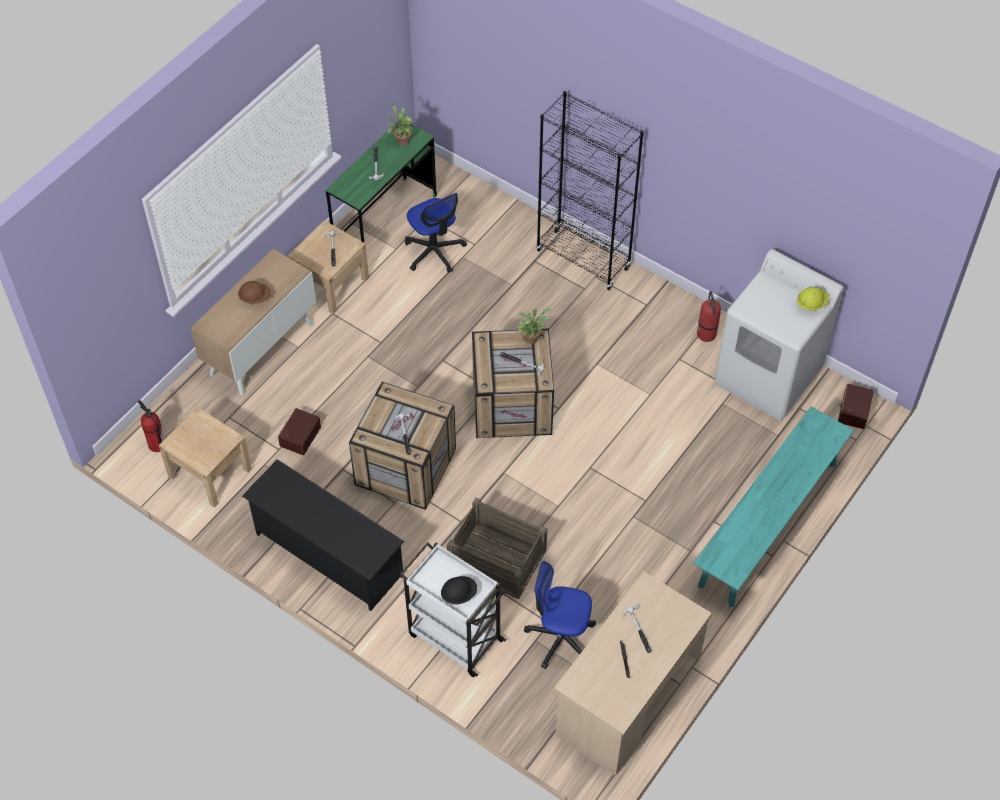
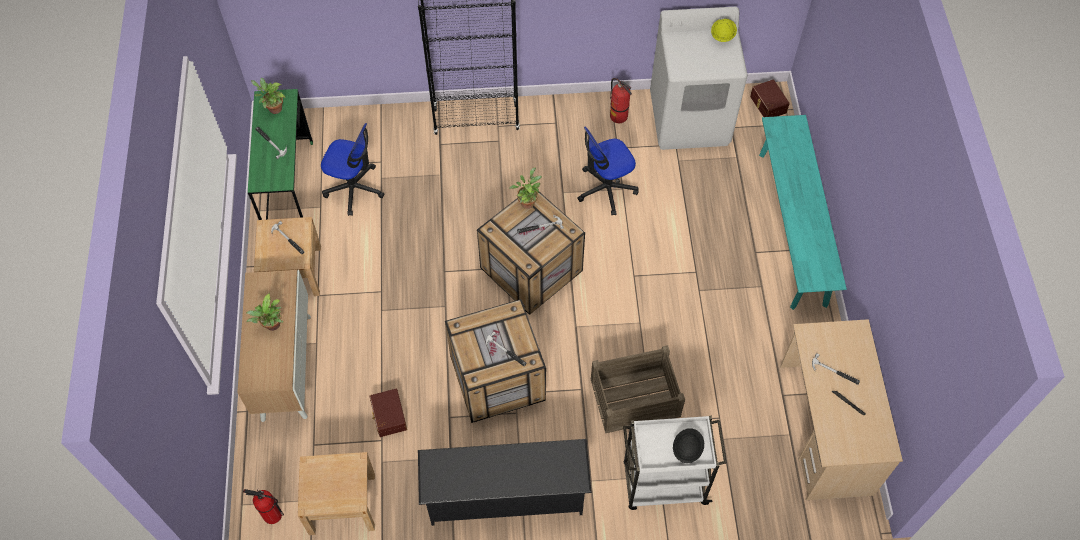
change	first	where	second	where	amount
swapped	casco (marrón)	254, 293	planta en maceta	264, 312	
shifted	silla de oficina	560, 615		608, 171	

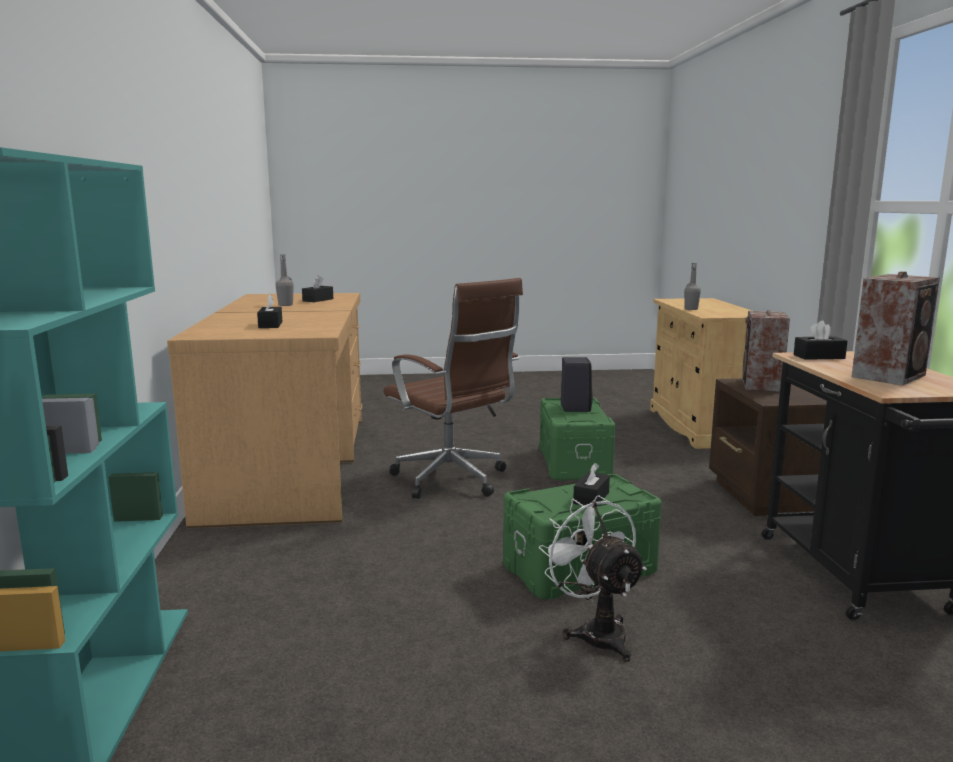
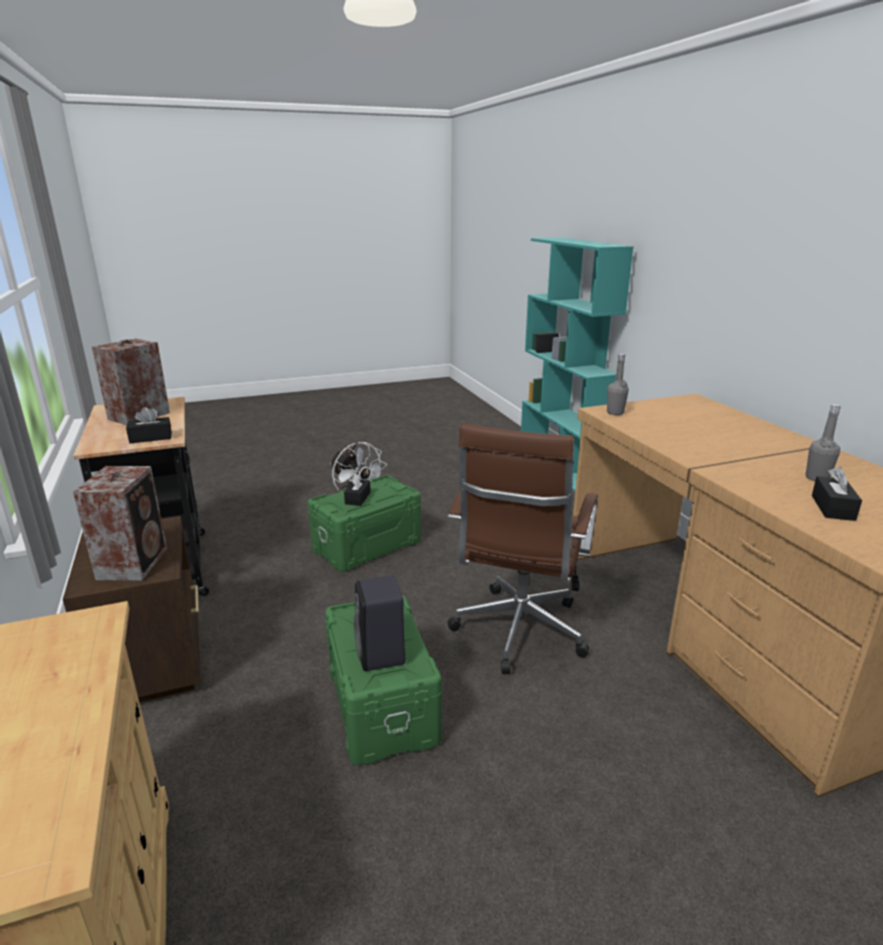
change	first	where	second	where	amount
gone	caja de pañuelos (negro)	269, 311			
rotated	silla de oficina (marrón)	453, 388		522, 549	105 degrees counterclockwise
shifted	botella (gris)	692, 286		618, 384	

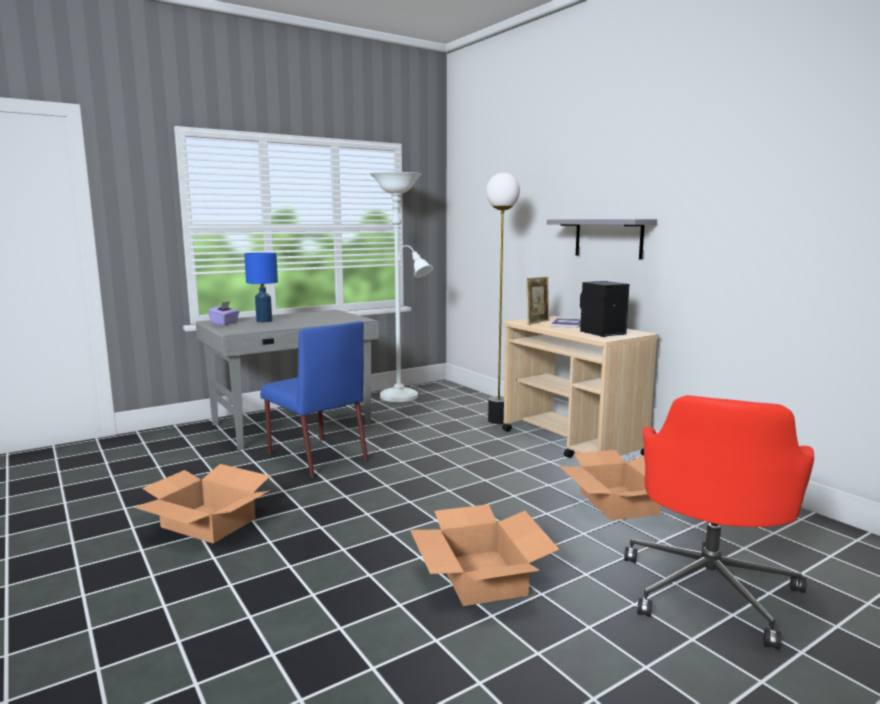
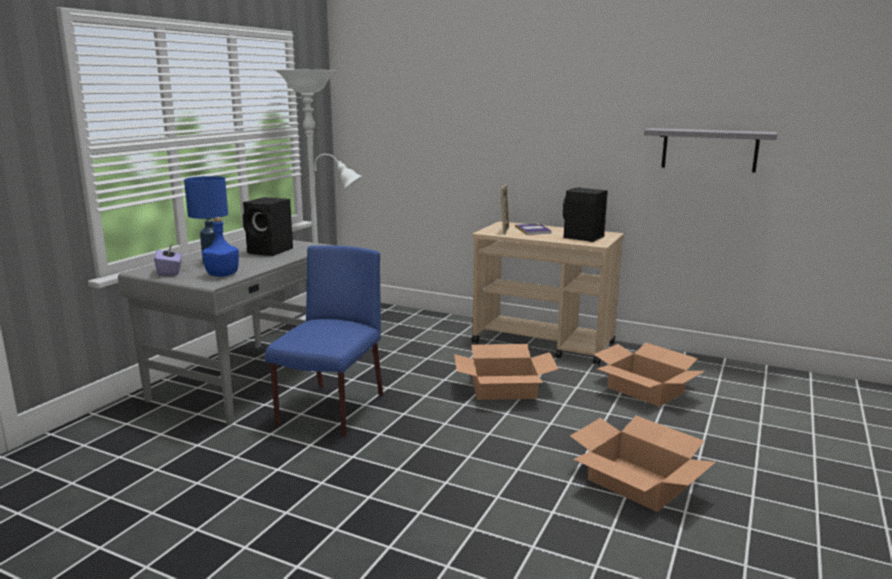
change	first	where	second	where	amount
shifted	caja de cartón	202, 504		506, 372	
rotated	silla (azul)	314, 399		324, 341	90 degrees counterclockwise
gone	lámpara de pie	503, 298			
shifted	estante (gris)	602, 239		711, 150	
gone	silla de oficina (rojo)	719, 522			
new			botella (azul)	220, 247	
new			altavoz (negro)	268, 226	

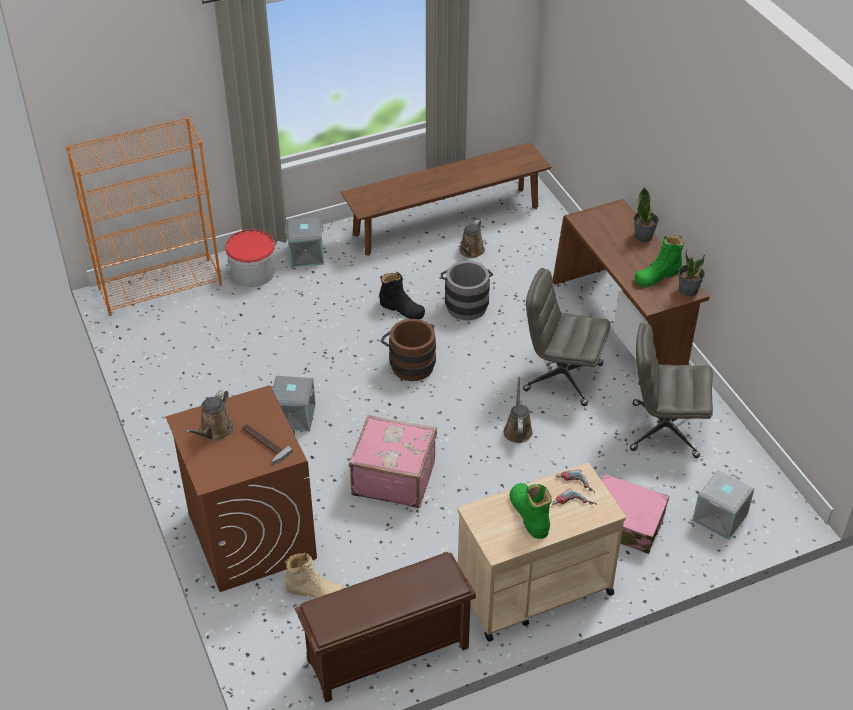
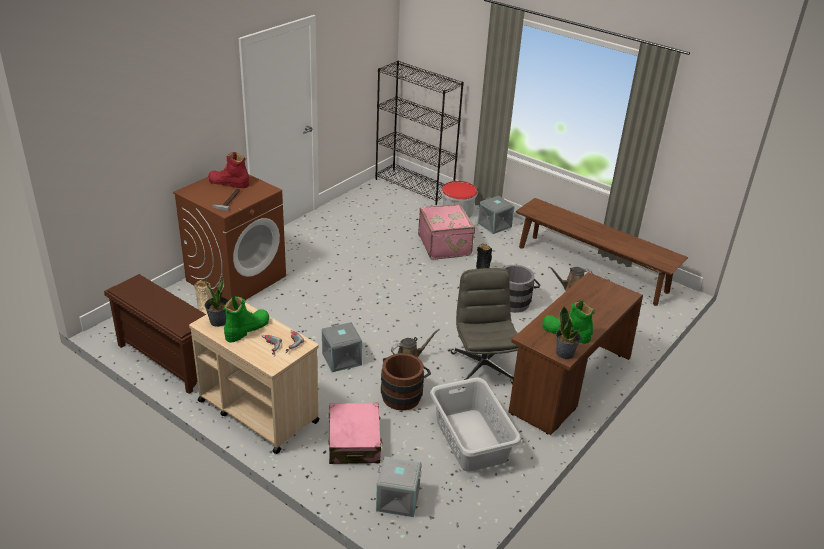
change	first	where	second	where	amount
repainted	estantería (naranja)	144, 216	estantería (negro)	419, 133	
swapped	regadera (marrón)	209, 415	bota (rojo)	228, 170	
shifted	caja de almacenaje (gris)	293, 404		342, 347	
shifted	maleta (rosa)	393, 461		446, 231	
shifted	cubo (marrón)	408, 350		406, 381	
swapped	silla de oficina (gris)	671, 390	cesto de la ropa (gris)	475, 425	
shifted	planta en maceta	646, 214		216, 300	

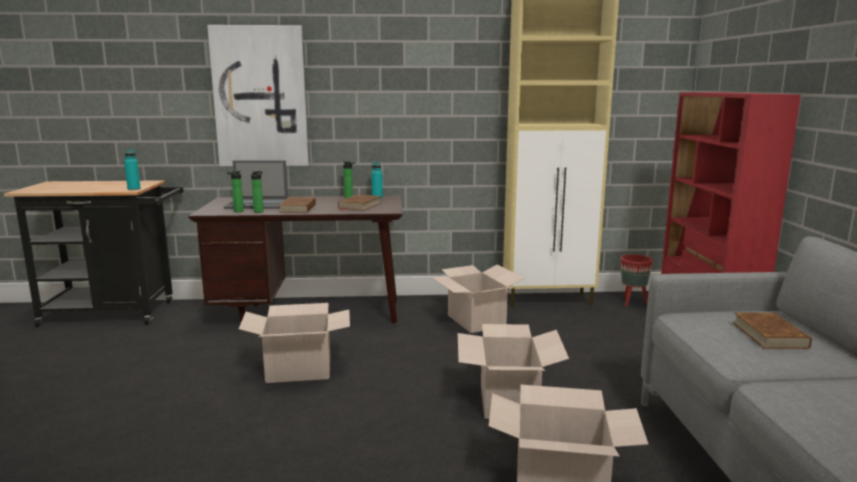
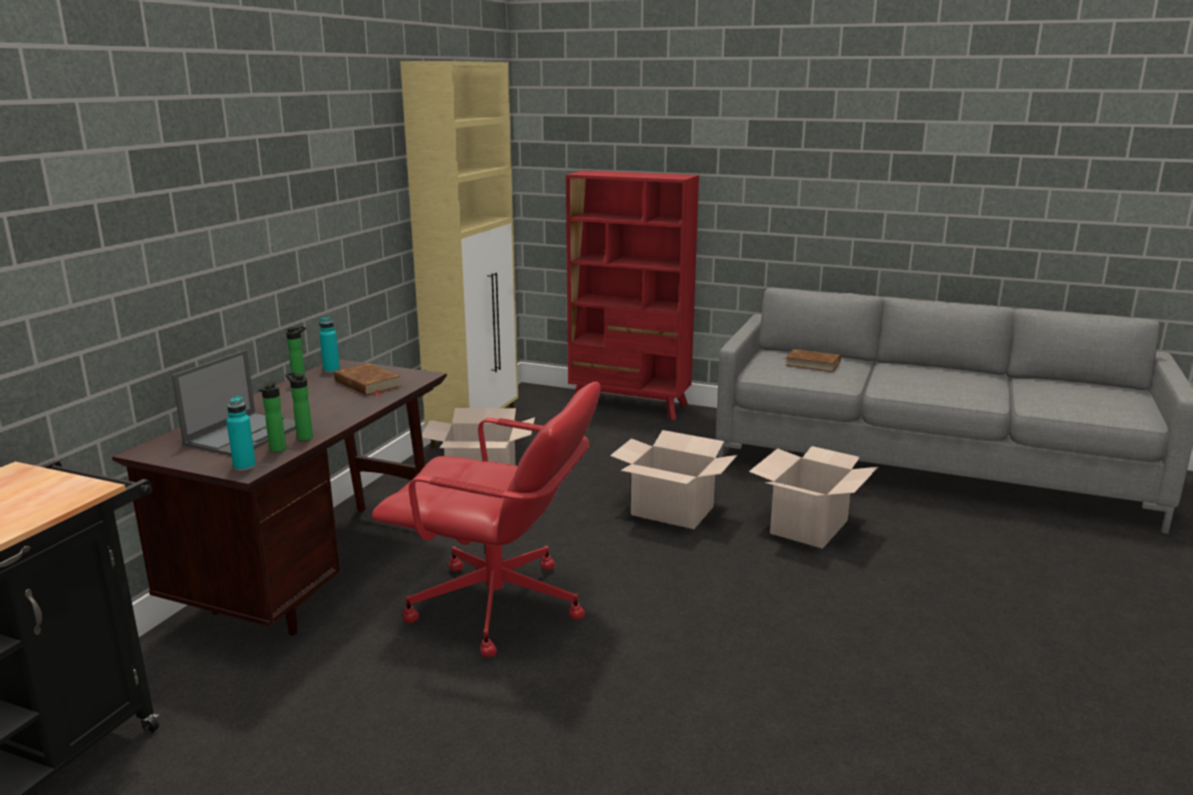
change	first	where	second	where	amount
shifted	botella (turquesa)	132, 169		241, 433	
gone	cuadro	258, 95			
swapped	caja de cartón	294, 343	silla de oficina (rojo)	486, 519	
gone	libro (marrón)	297, 205			
gone	maceta (rojo)	636, 280			

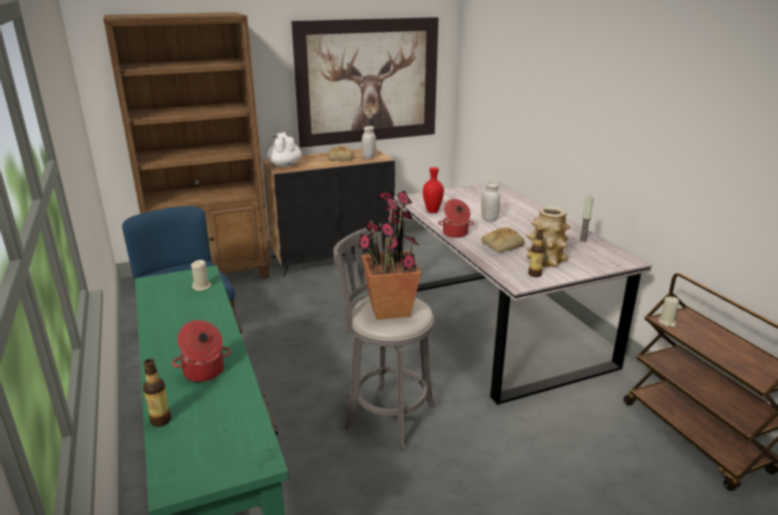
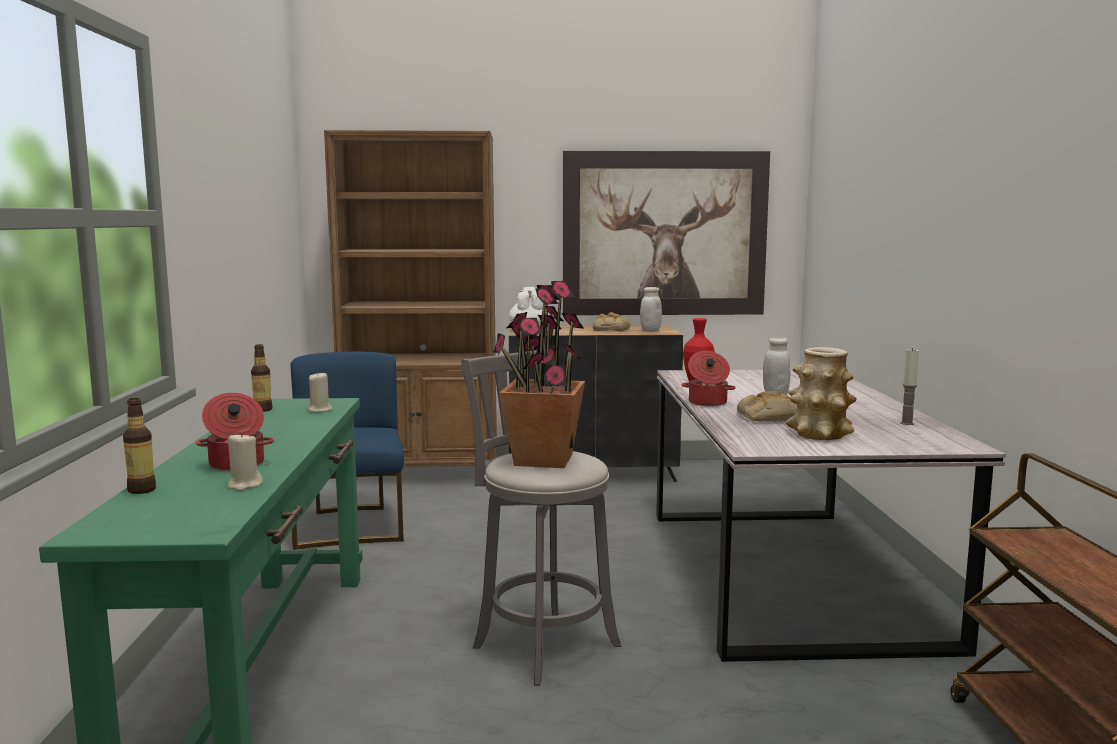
change	first	where	second	where	amount
shifted	botella	536, 253		261, 378	
shifted	vela (beis)	668, 312		245, 461	

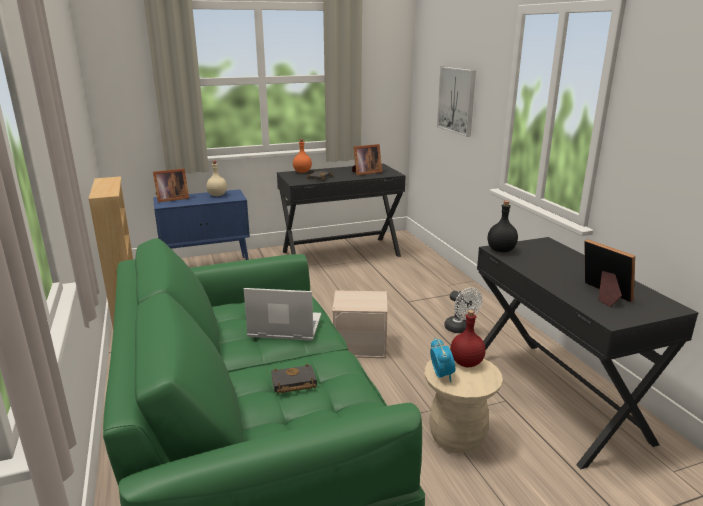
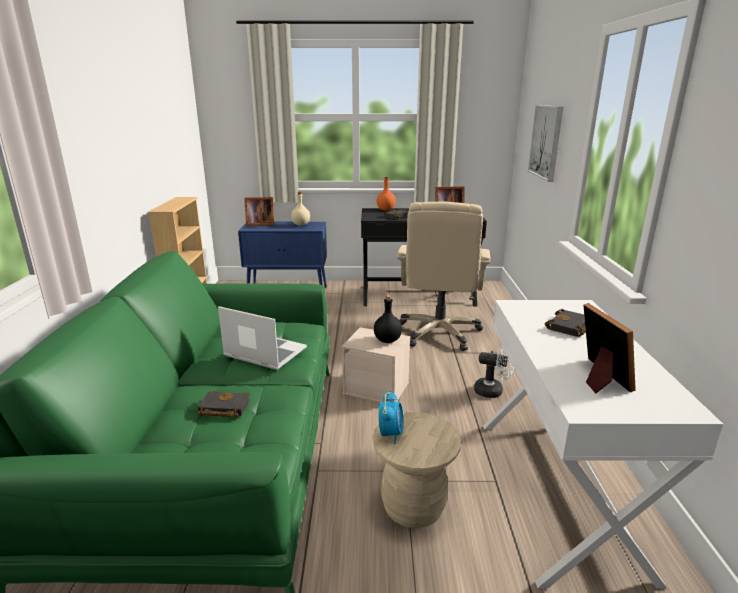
change	first	where	second	where	amount
rotated	ventilador (blanco)	463, 310		494, 372	60 degrees counterclockwise
gone	botella (rojo)	468, 338			
repainted	escritorio (negro)	587, 353	escritorio (blanco)	603, 444	
shifted	botella (negro)	503, 226		388, 319	
new			silla de oficina (beis)	443, 276	
new			libro (negro)	565, 323	

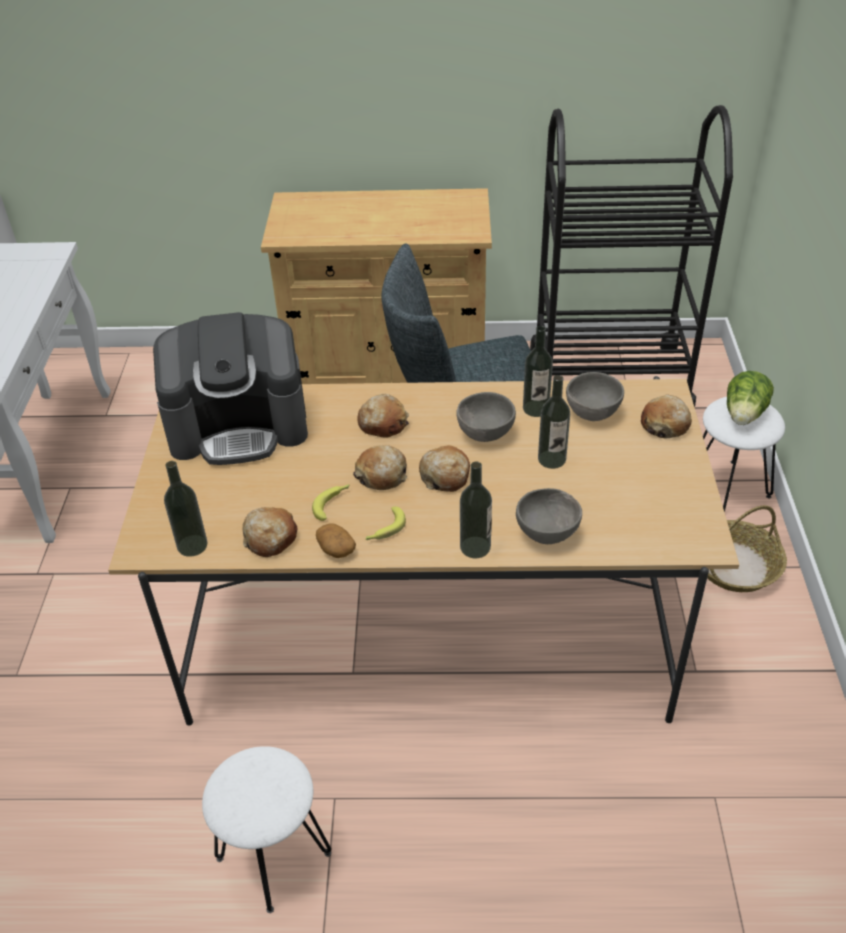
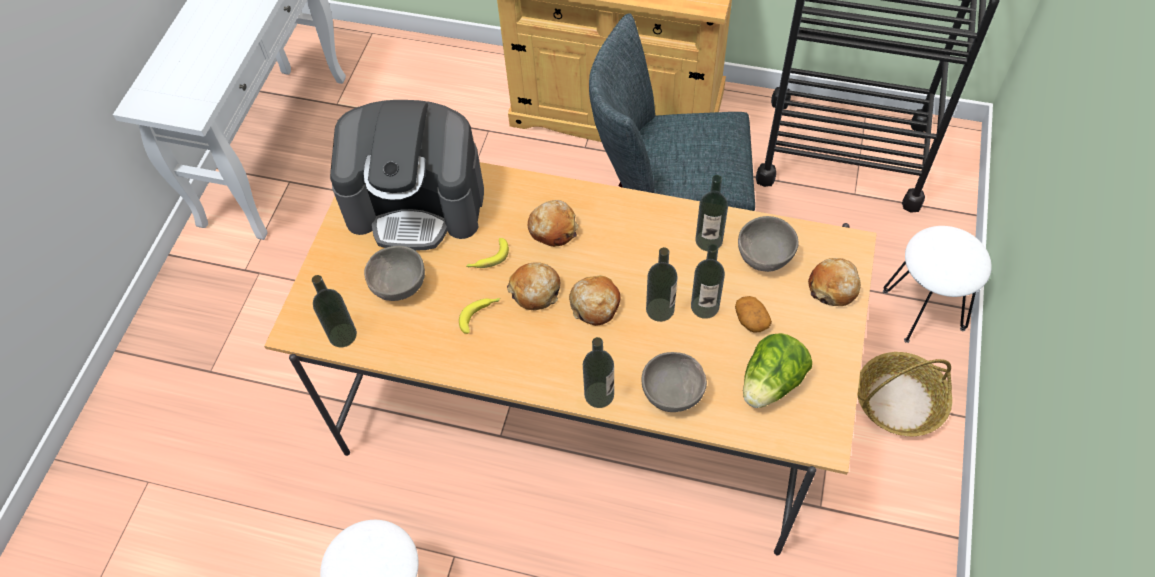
change	first	where	second	where	amount
gone	pan	270, 532			
shifted	patata	336, 541		753, 314	
shifted	plátano	385, 523		487, 253	
shifted	cuenco (gris)	486, 417		394, 273	
shifted	lechuga	750, 398		777, 370	
new			botella	662, 284	

